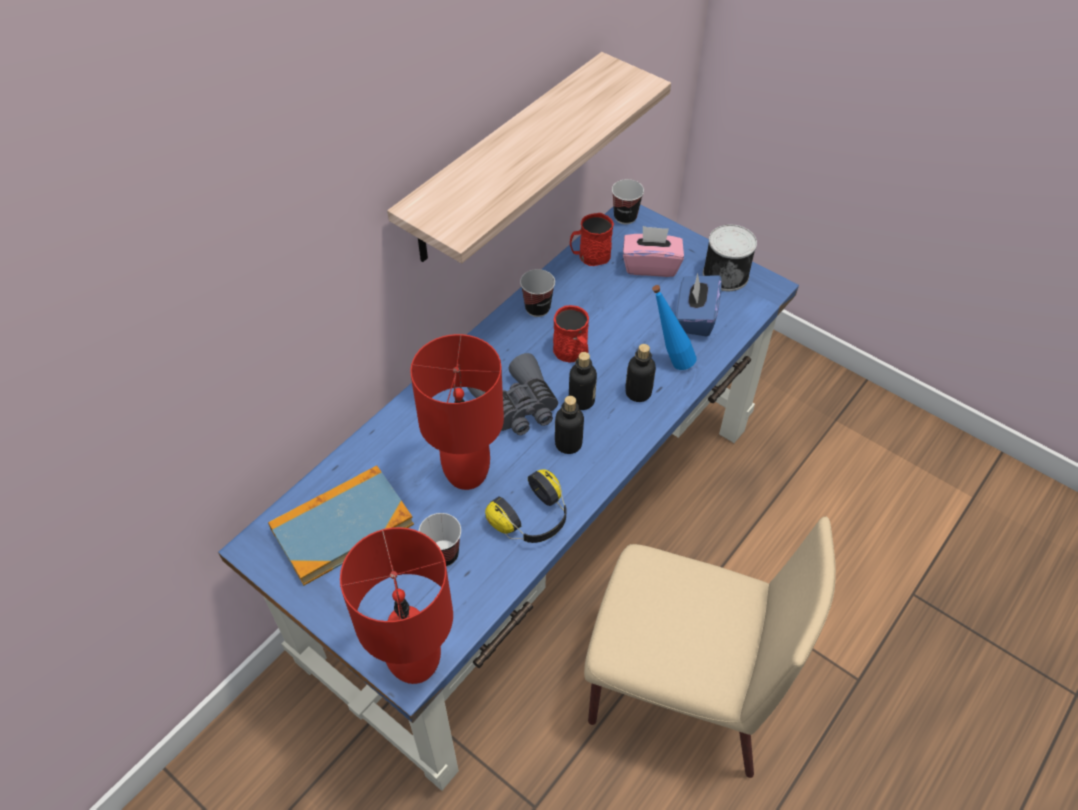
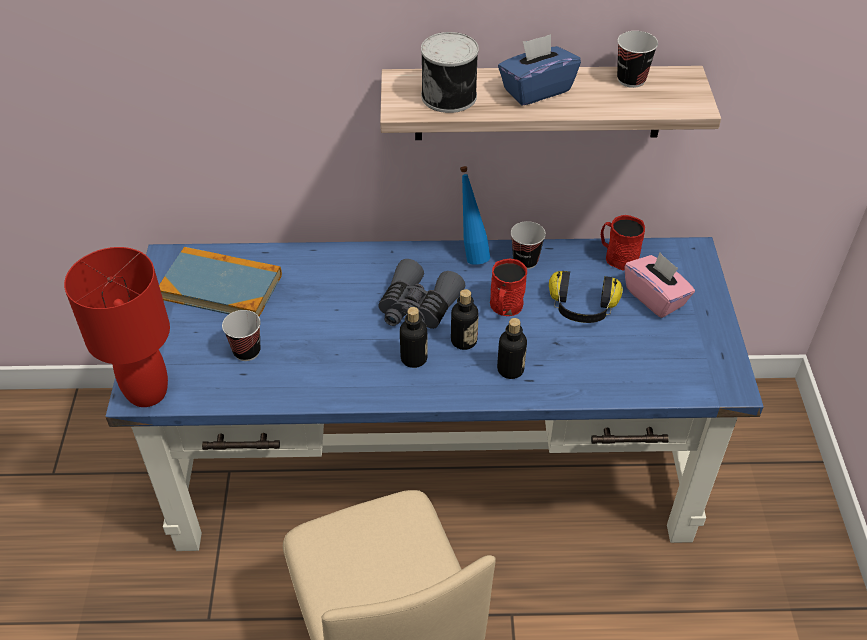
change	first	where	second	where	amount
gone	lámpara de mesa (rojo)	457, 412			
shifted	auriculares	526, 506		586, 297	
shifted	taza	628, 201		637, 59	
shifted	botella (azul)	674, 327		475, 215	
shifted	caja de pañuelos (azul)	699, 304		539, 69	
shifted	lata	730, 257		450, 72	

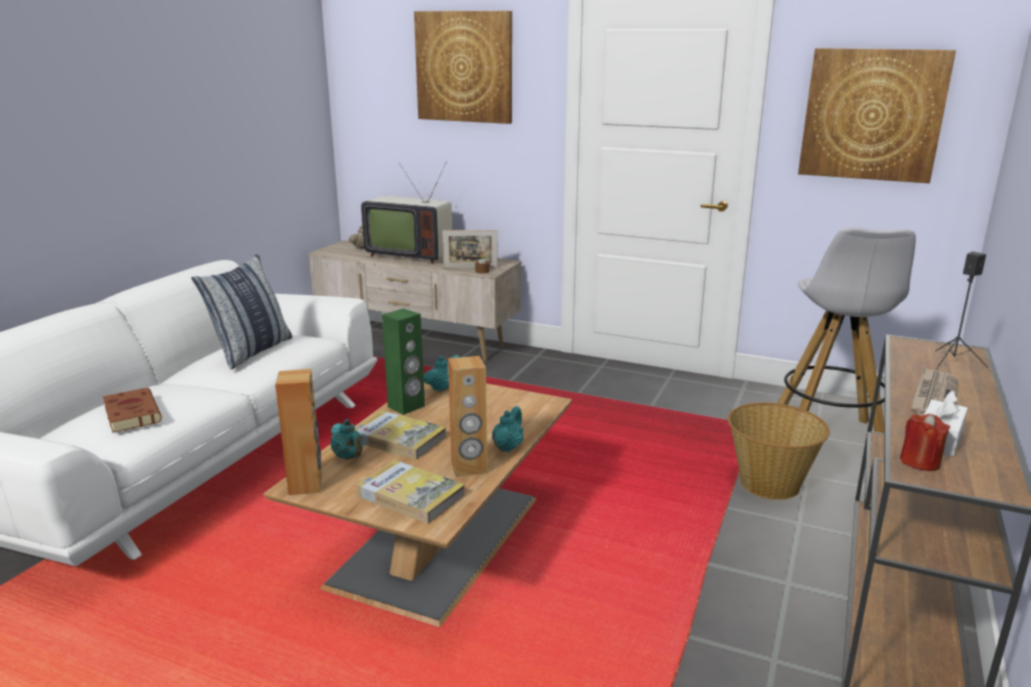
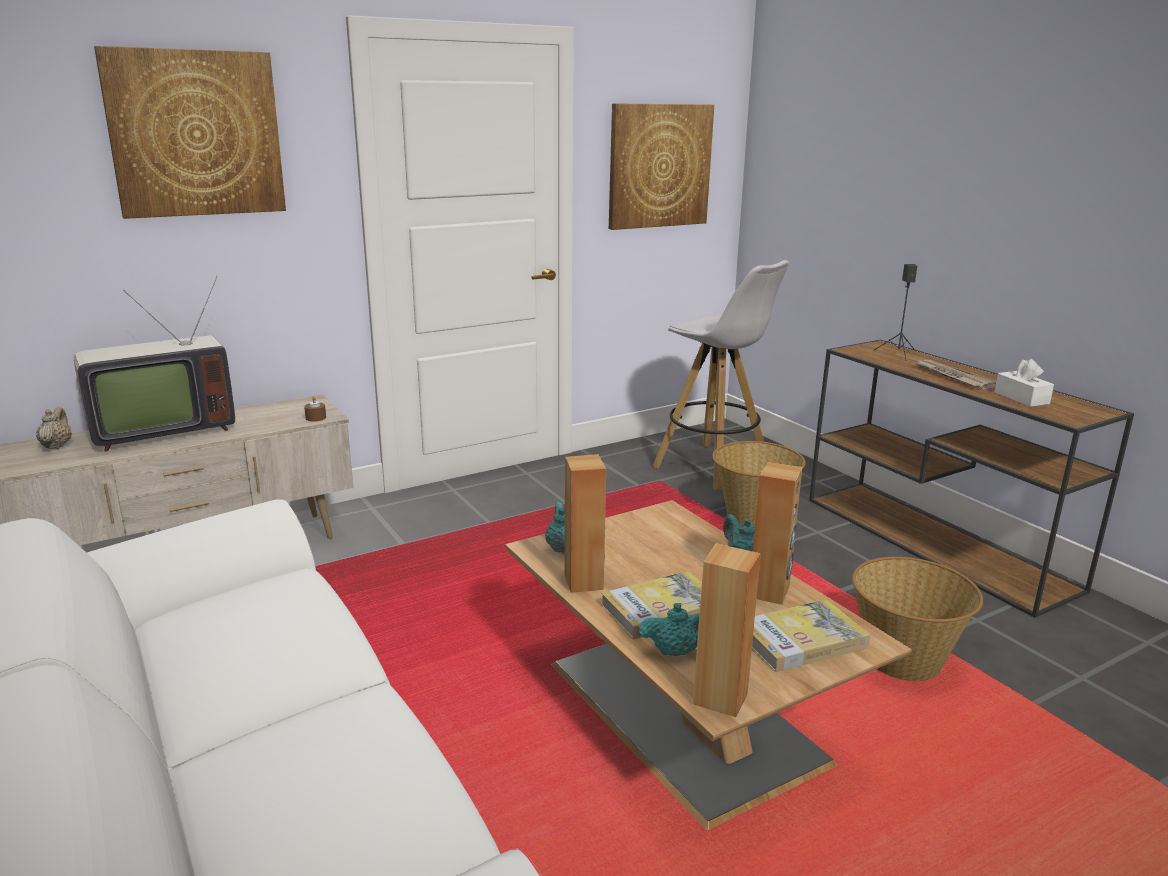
change	first	where	second	where	amount
gone	libro (marrón)	132, 410			
gone	cojín	242, 312			
repainted	altavoz (verde)	403, 361	altavoz (marrón)	585, 523	
gone	portarretratos	470, 249			
gone	vela (rojo)	925, 442			
new			cesta	917, 619	

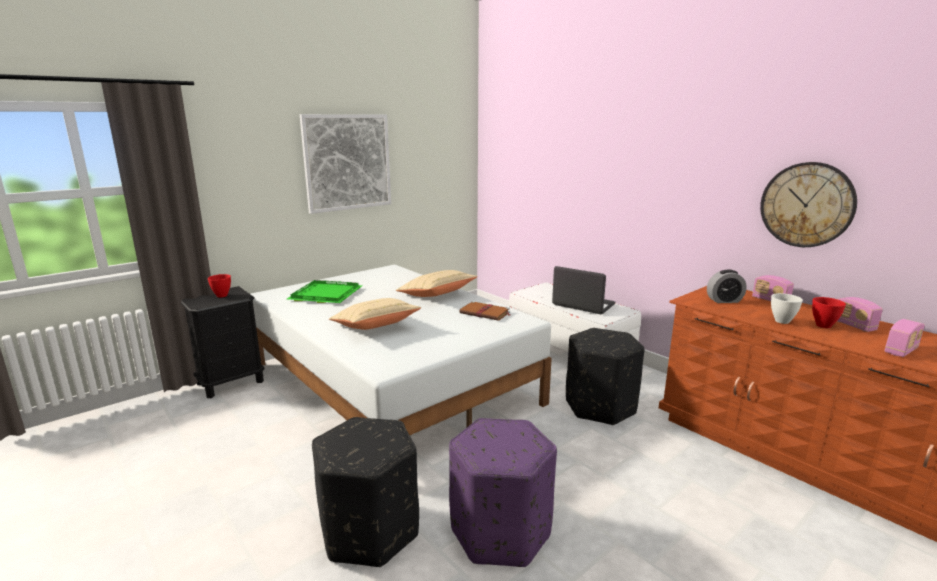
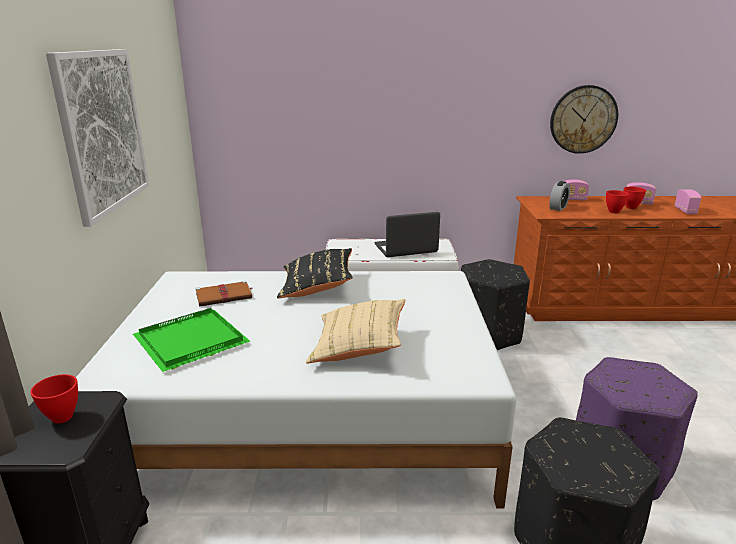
change	first	where	second	where	amount
repainted	cojín (beis)	437, 283	cojín (negro)	315, 273	
shifted	libro (marrón)	484, 311		223, 294	
repainted	cuenco (blanco)	787, 308	cuenco (rojo)	617, 201	

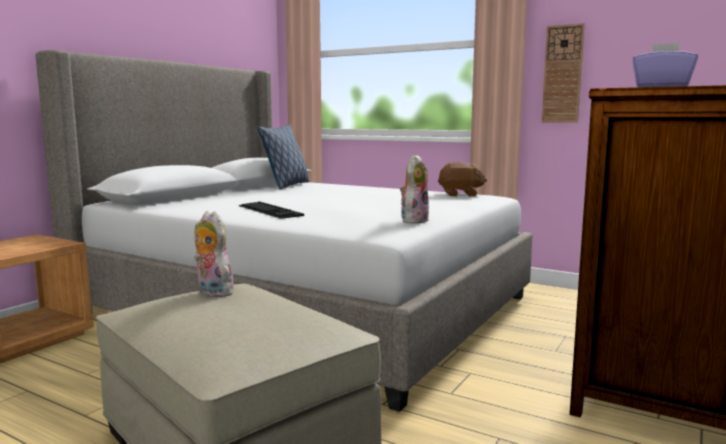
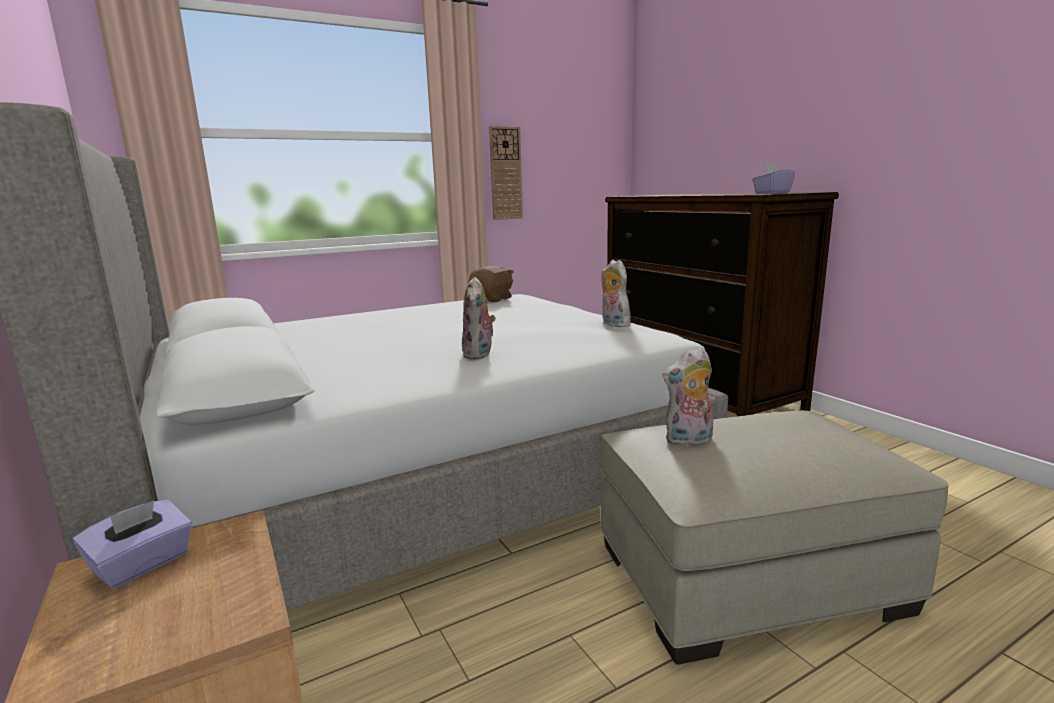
change	first	where	second	where	amount
swapped	teclado	271, 210	peluche	479, 318	
gone	cojín	283, 157			
new			caja de pañuelos (morado)	132, 543	

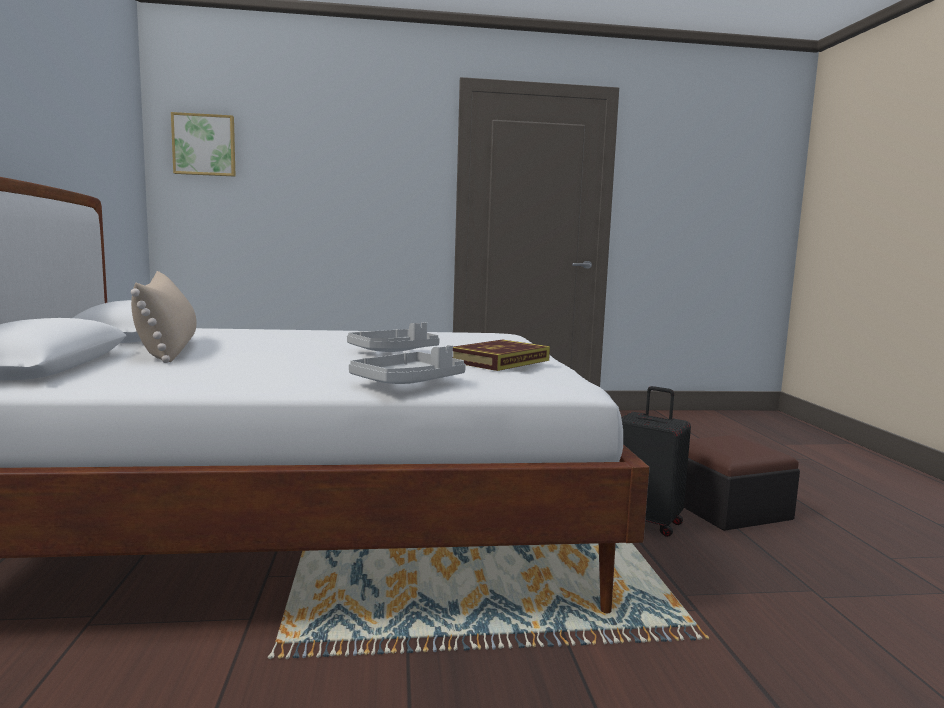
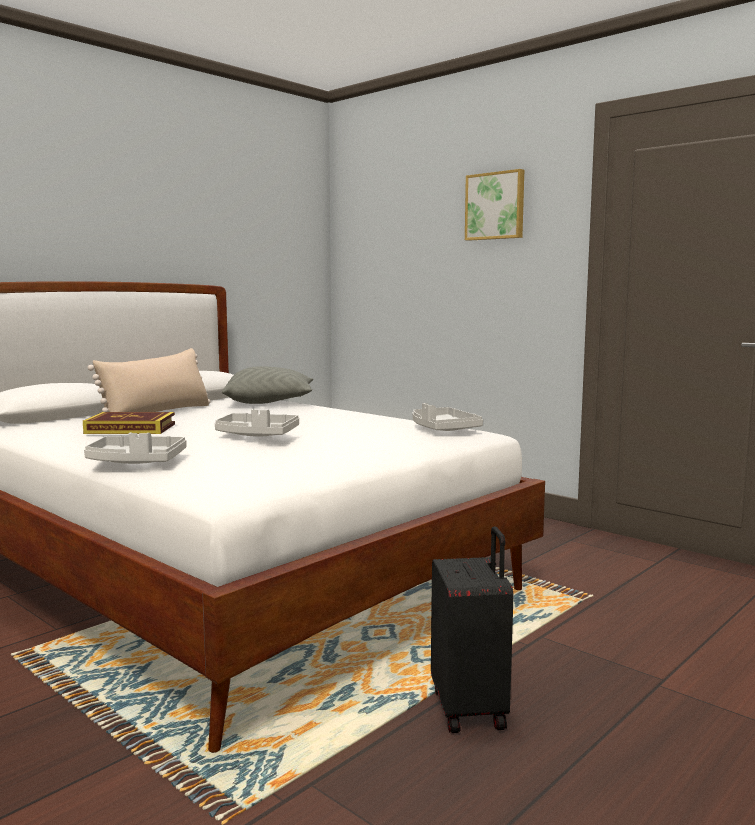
change	first	where	second	where	amount
shifted	cuadro	203, 144		494, 205	
shifted	libro	501, 355		129, 423	
gone	puf	742, 483			
new			cojín (gris)	267, 385	
new			bandeja (gris)	448, 417	

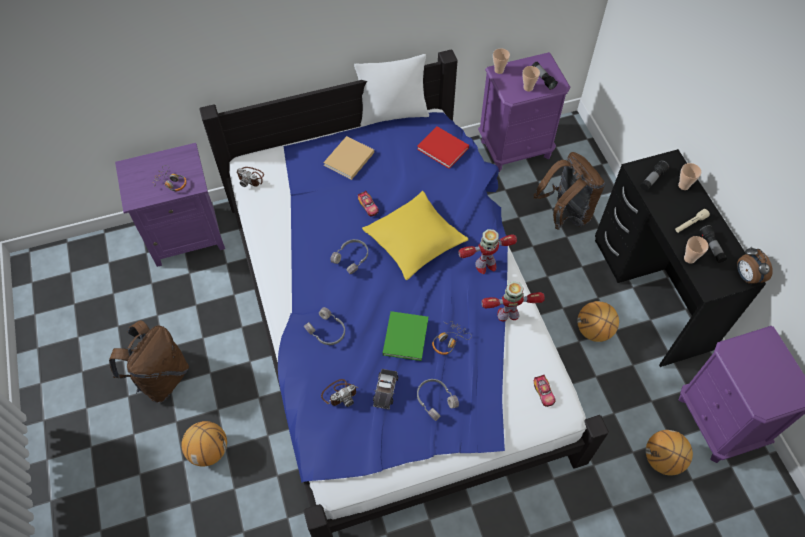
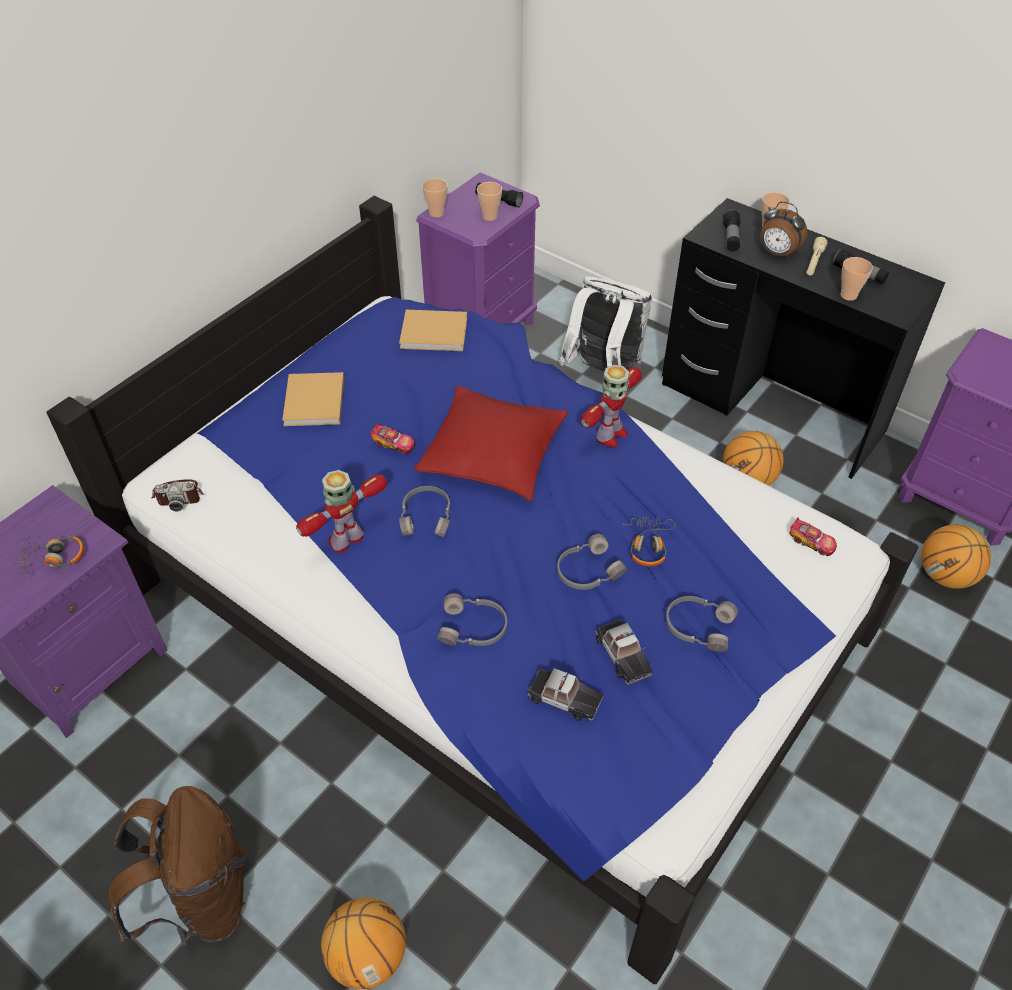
change	first	where	second	where	amount
swapped	cámara	339, 393	coche de juguete	565, 695	
gone	cojín (blanco)	391, 90			
repainted	cojín (amarillo)	415, 235	cojín (rojo)	490, 443	
swapped	libro (verde)	405, 336	auriculares (gris)	592, 562	
repainted	libro (rojo)	443, 147	libro (beis)	433, 330	
shifted	robot de juguete	513, 301		341, 511	
repainted	mochila (marrón)	569, 191	mochila (blanco)	605, 323	
shifted	despertador	755, 265		784, 230	

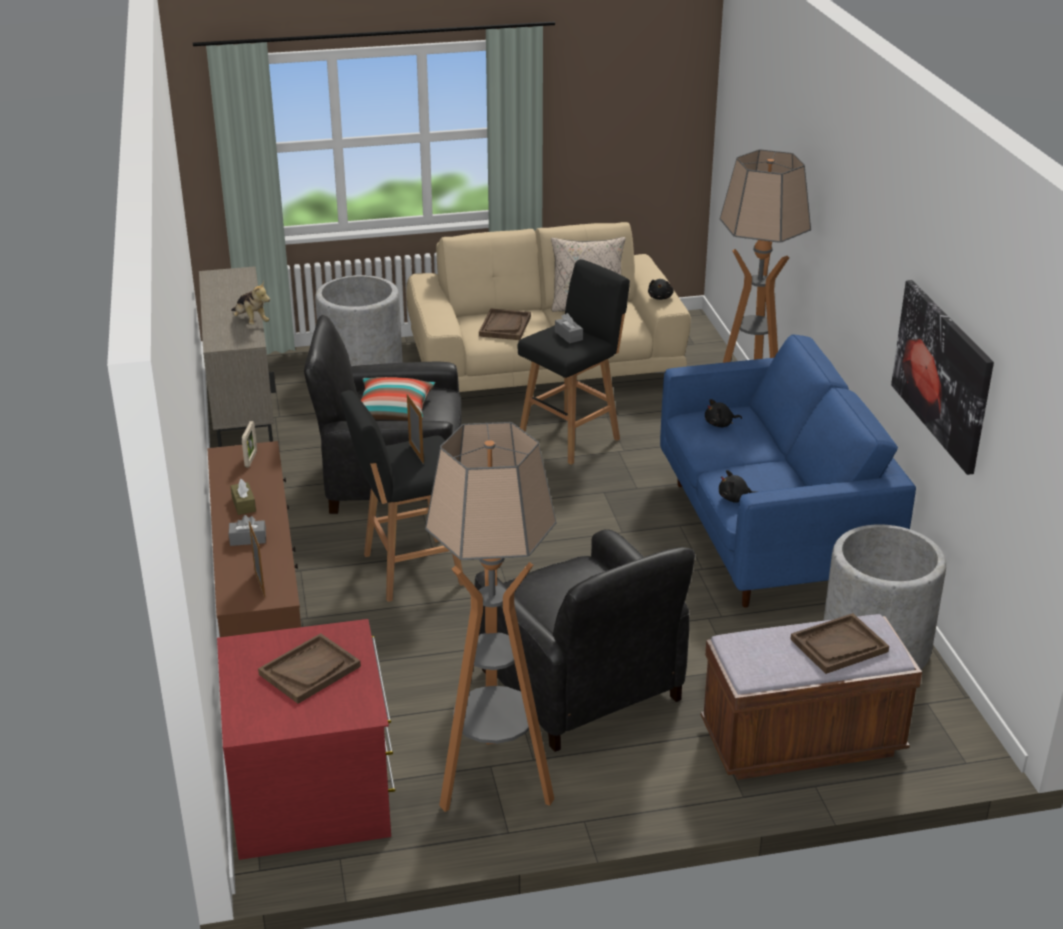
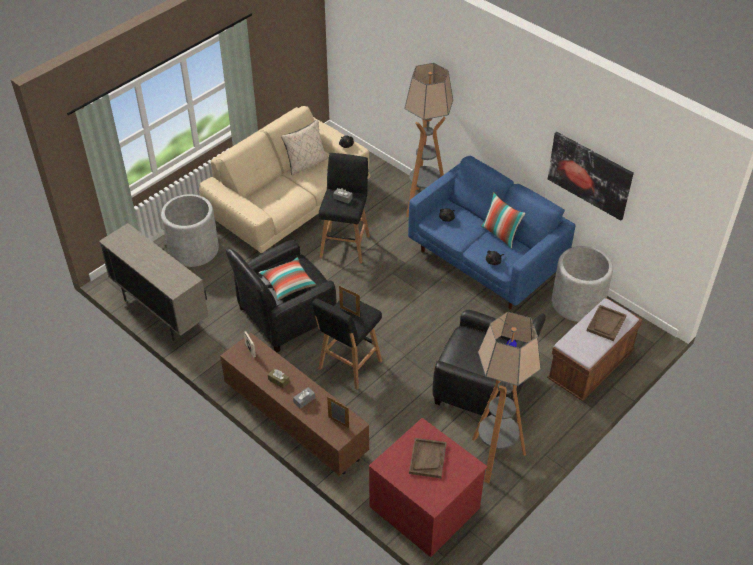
change	first	where	second	where	amount
gone	peluche	250, 303			
gone	bandeja (marrón)	505, 324			
new			cojín	503, 220	

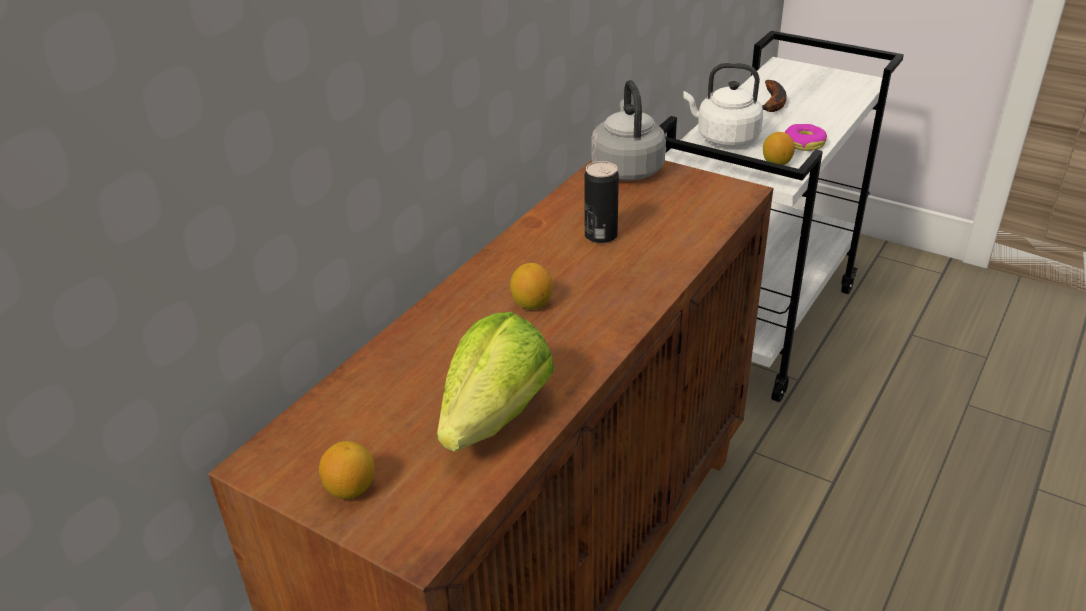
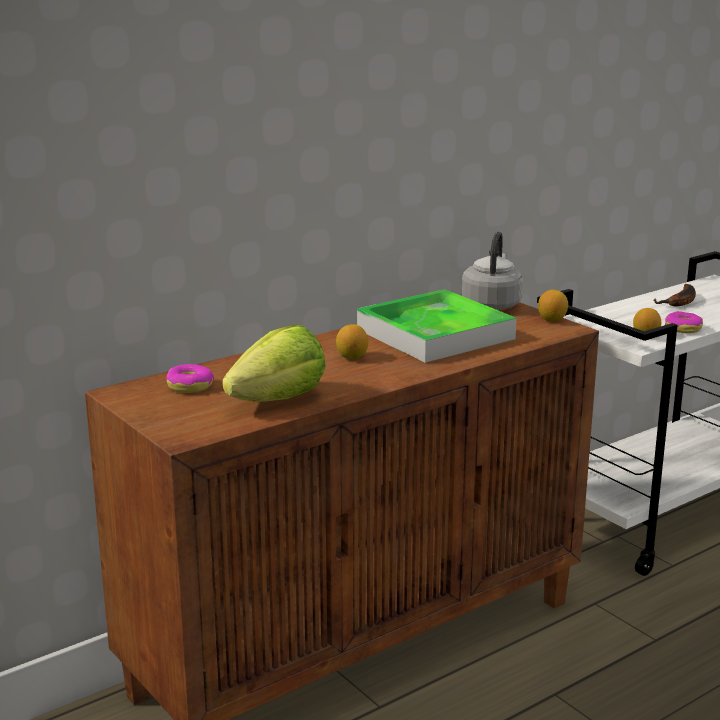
change	first	where	second	where	amount
shifted	limón	346, 470		553, 305	
swapped	lata	602, 202	bandeja	437, 326	
gone	hervidor (blanco)	723, 105			
new			rosquilla	190, 378	

